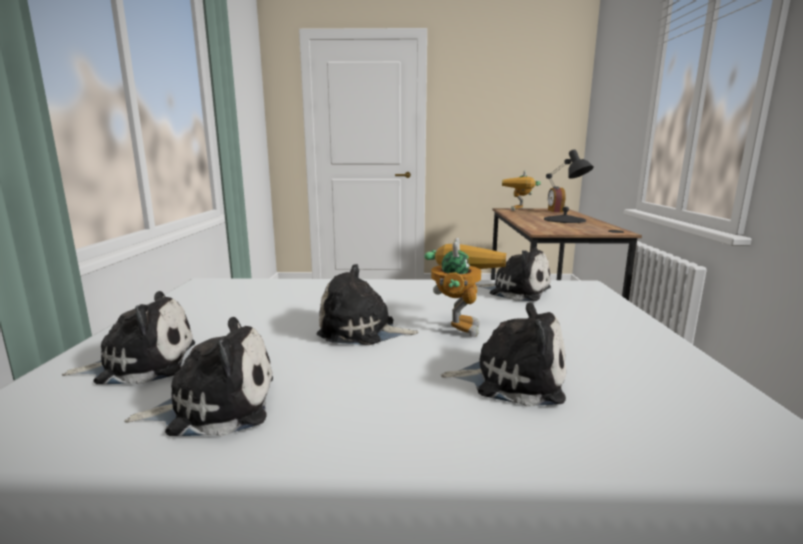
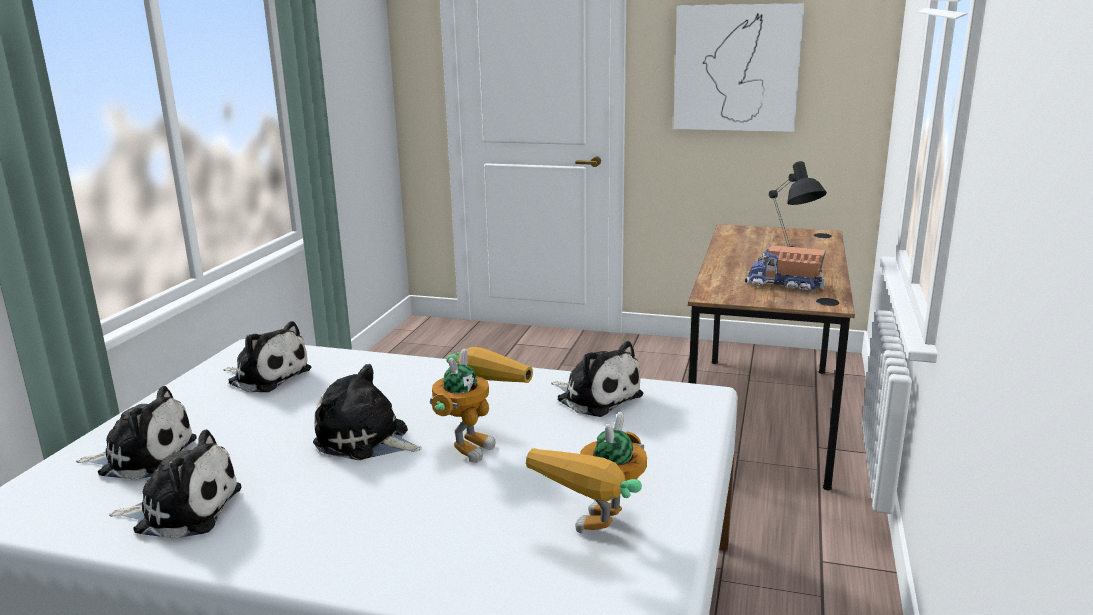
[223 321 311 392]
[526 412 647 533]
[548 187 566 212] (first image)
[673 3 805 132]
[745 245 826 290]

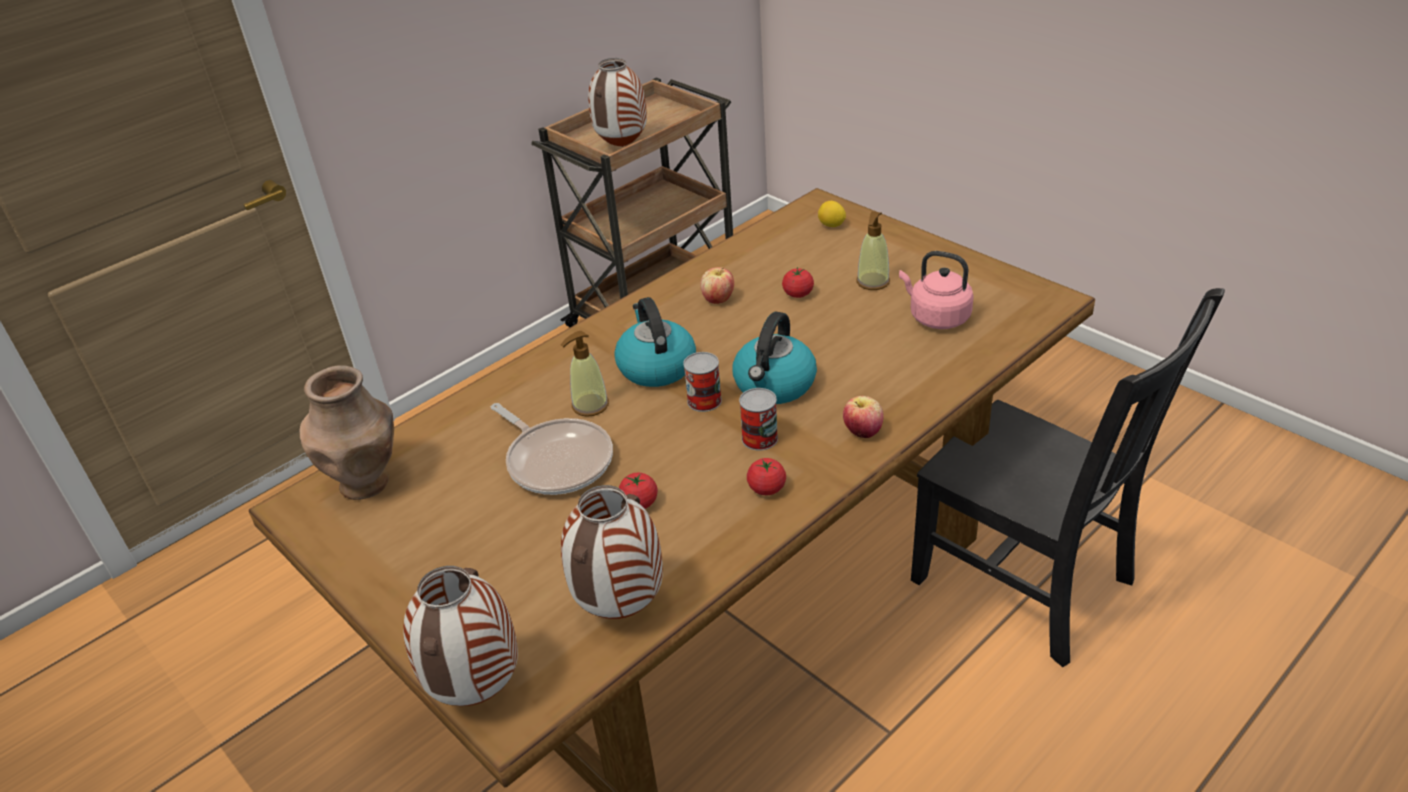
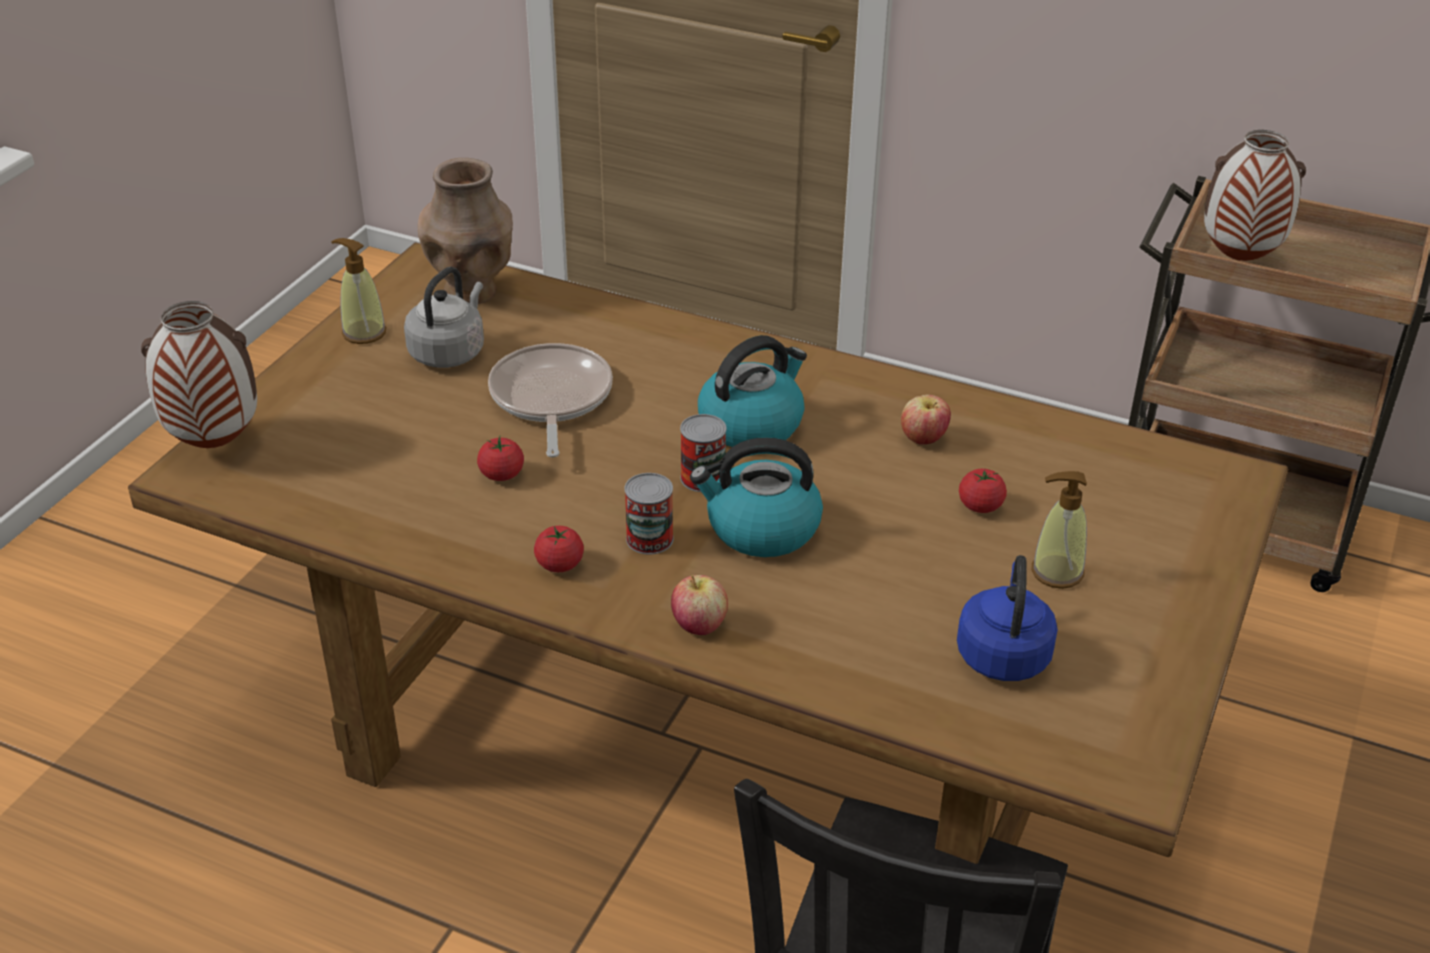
[488 343 613 457]
[331 238 386 344]
[561 485 663 619] (first image)
[818 201 846 227] (first image)
[957 555 1058 681]
[404 267 484 368]

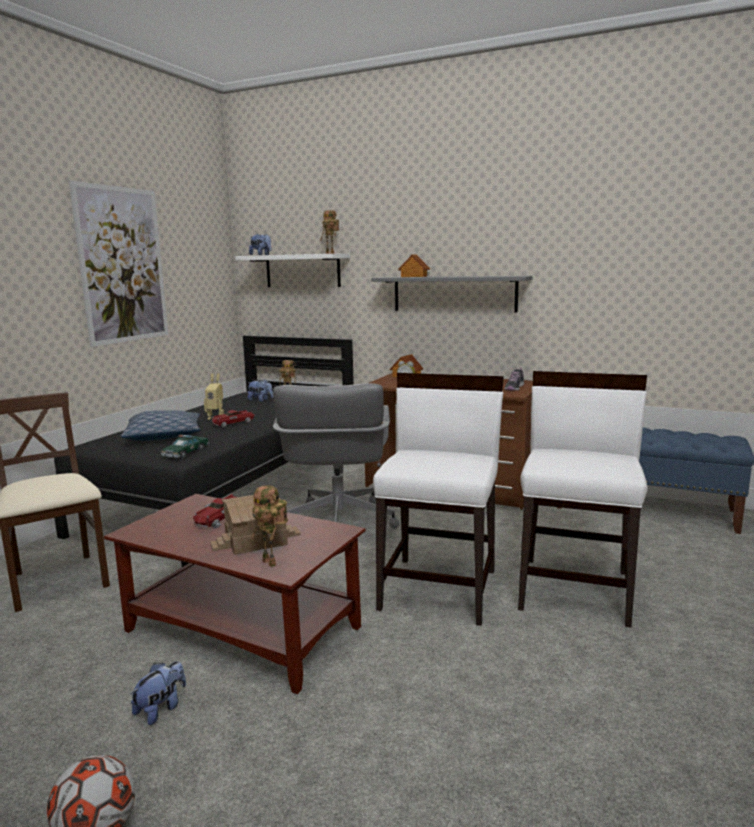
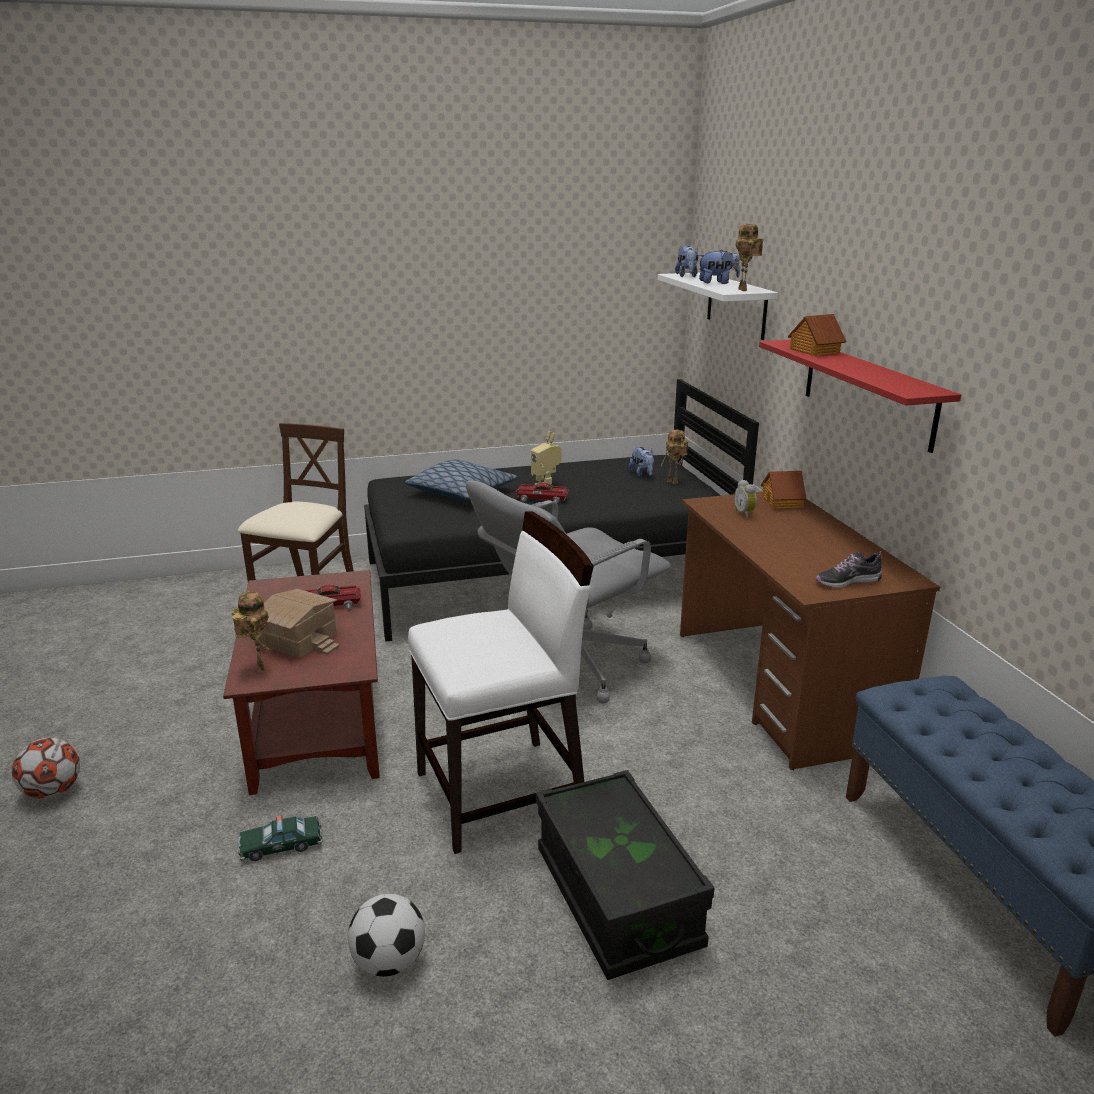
[69 180 169 347] (first image)
[698 249 740 284]
[238 815 323 861]
[232 591 272 673]
[759 340 961 453]
[536 770 715 980]
[348 894 425 977]

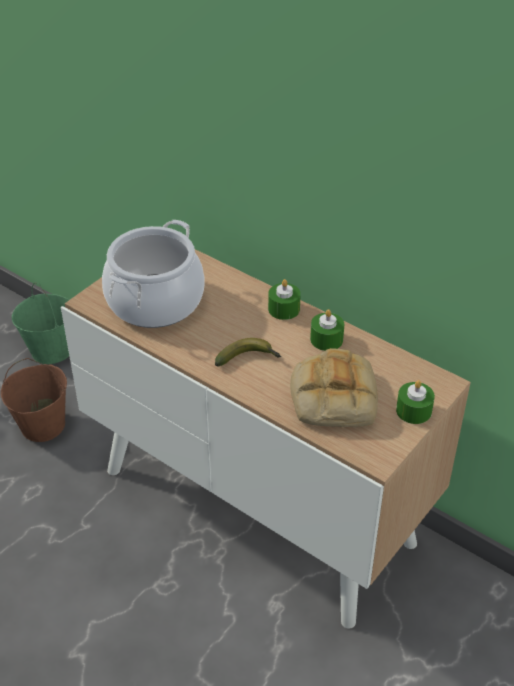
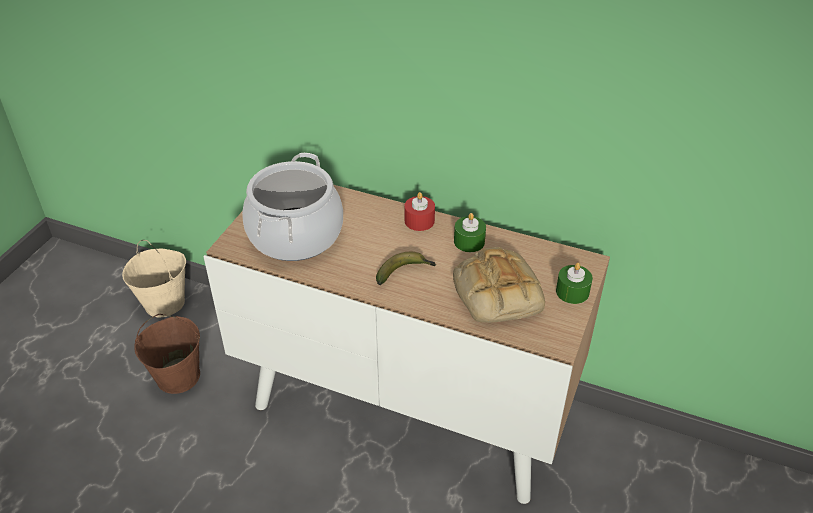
[122 240 186 317]
[405 192 435 231]

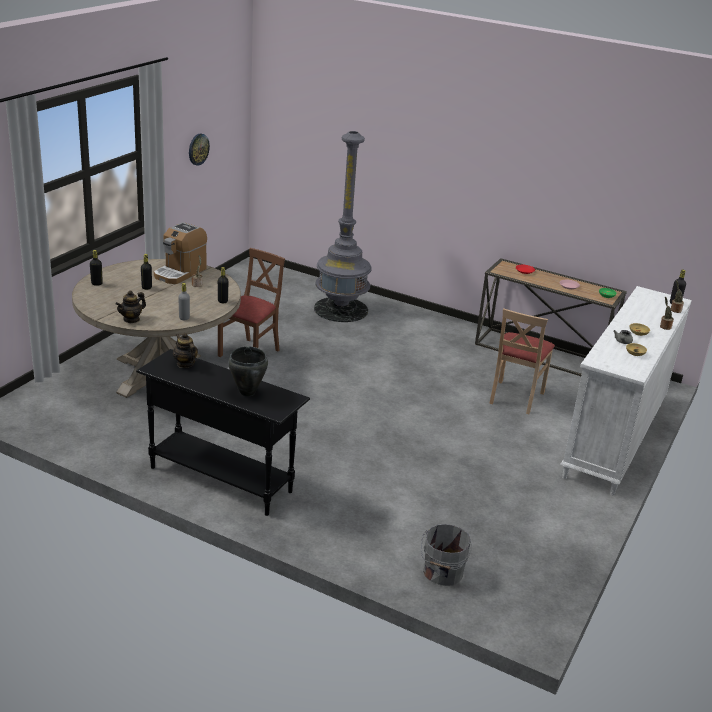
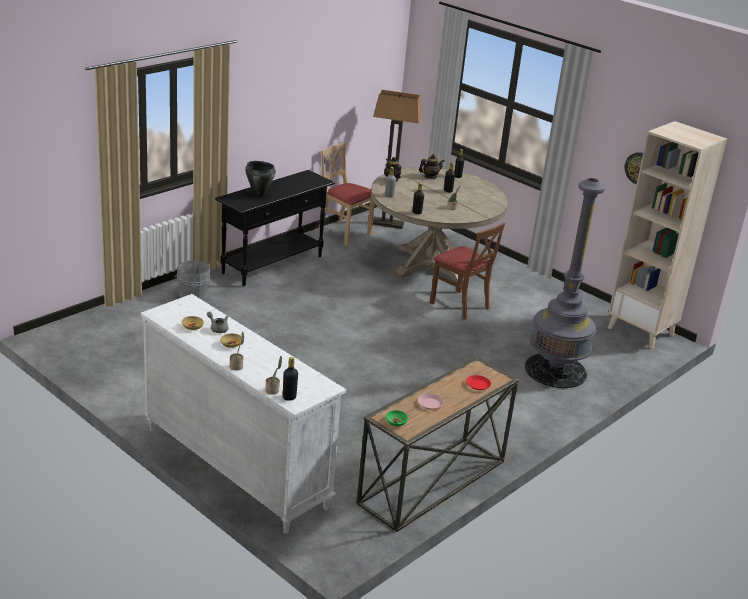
[154 222 207 284] (first image)
[419 154 444 179]
[174 260 211 300]
[319 142 374 245]
[373 90 422 229]
[608 121 727 349]

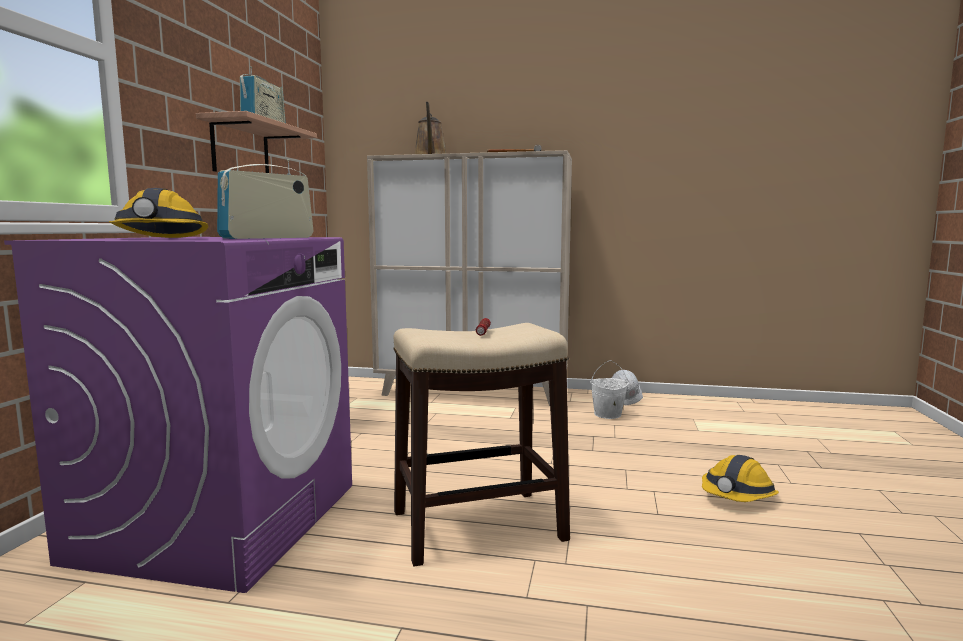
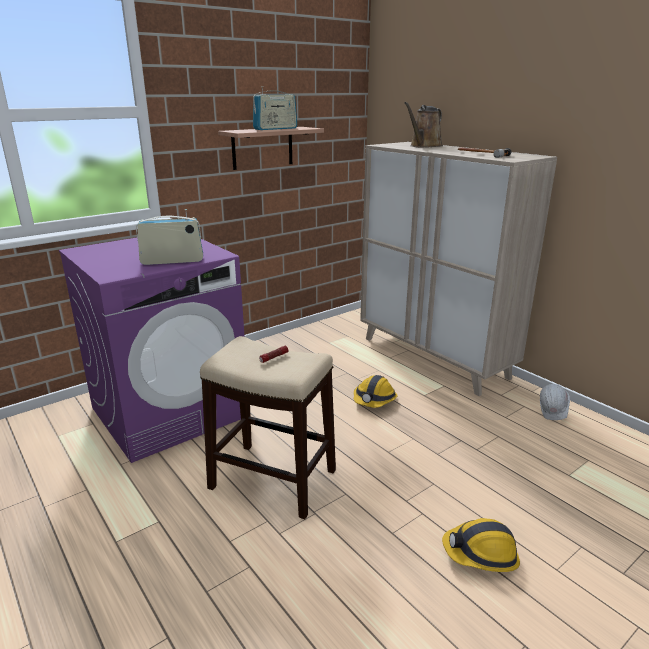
[354 375 398 408]
[590 360 629 419] (first image)

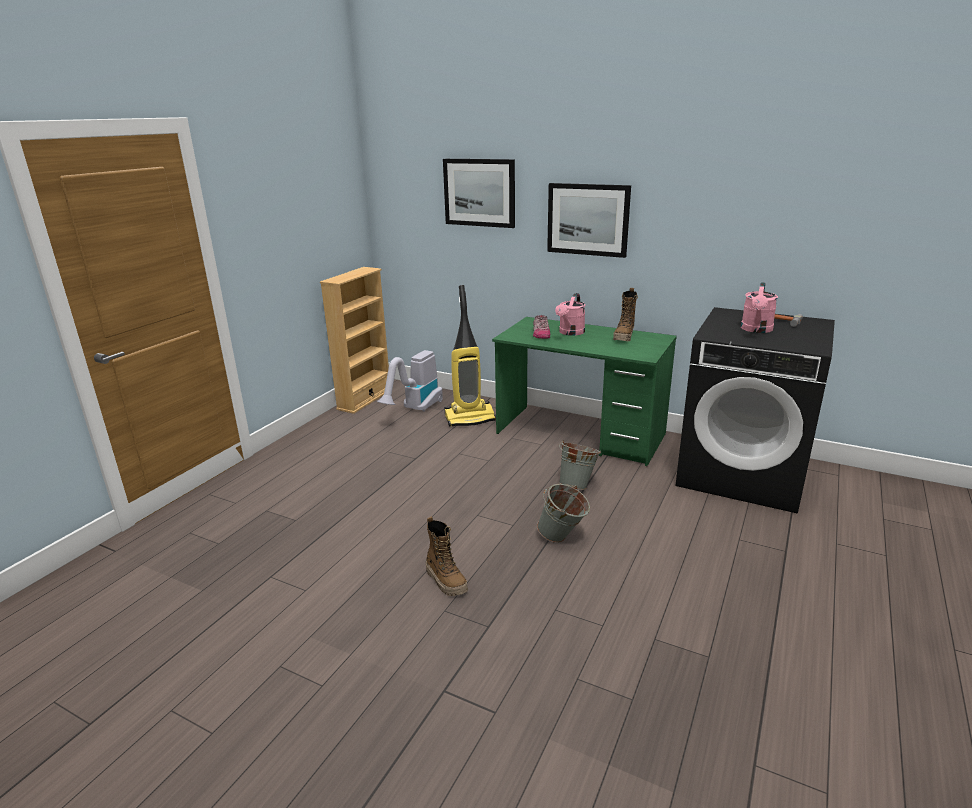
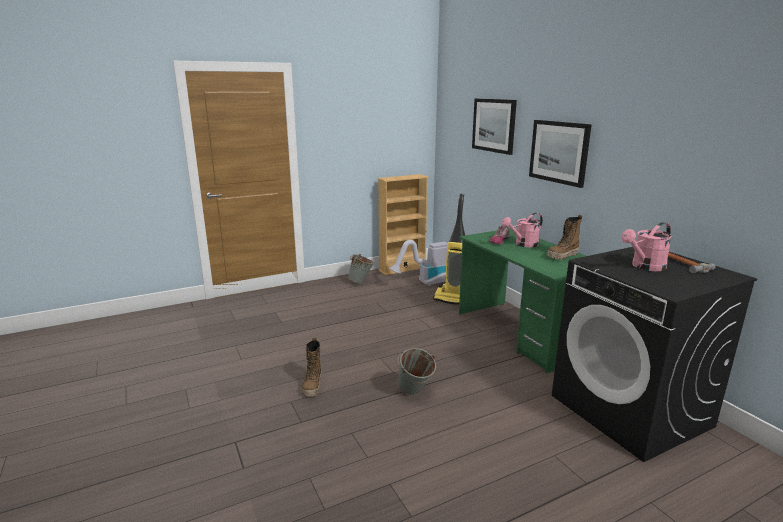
[347 254 374 284]

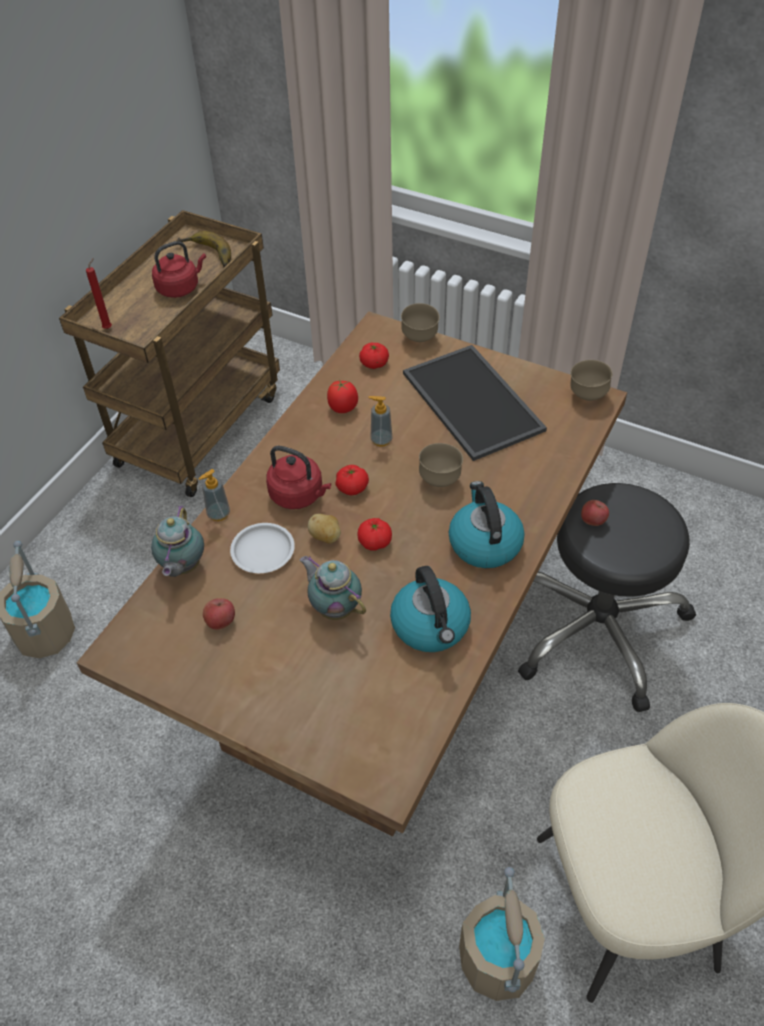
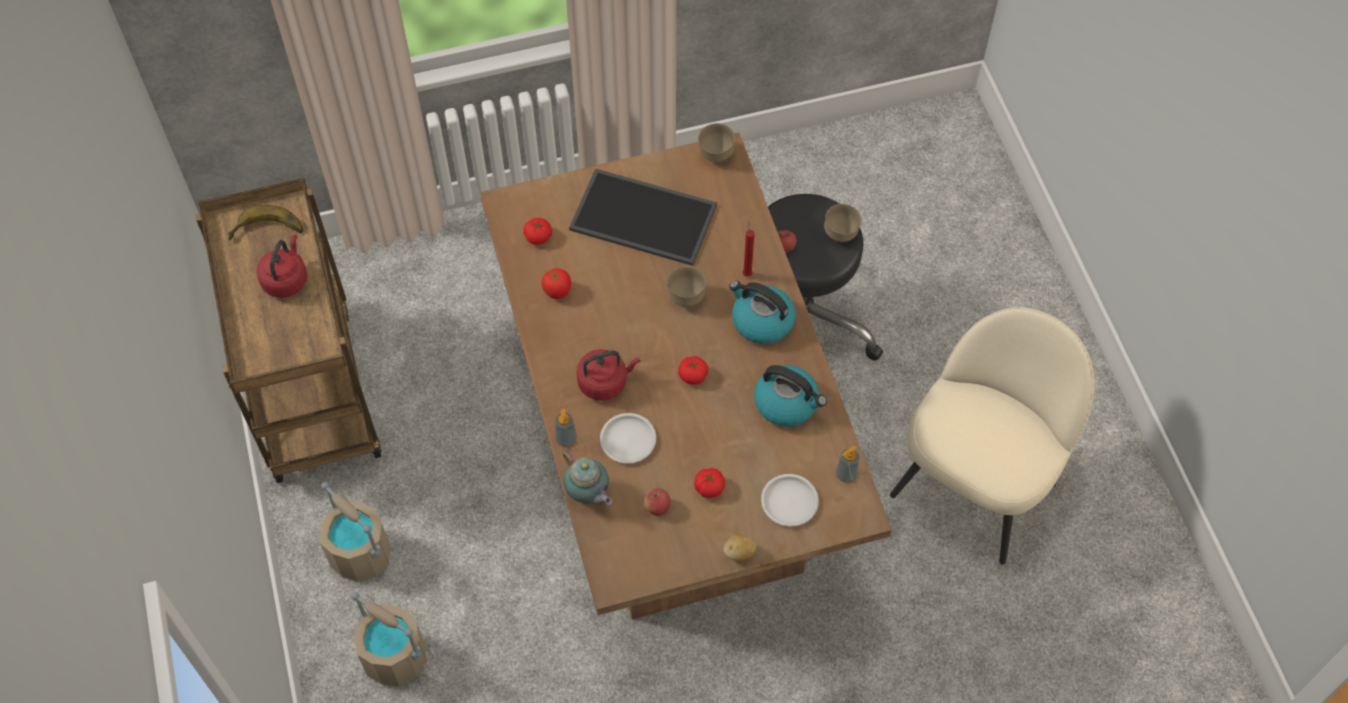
[742 221 755 277]
[300 556 366 620] (first image)
[723 534 756 561]
[694 468 725 498]
[836 446 859 483]
[824 204 862 242]
[320 482 391 582]
[761 474 819 526]

